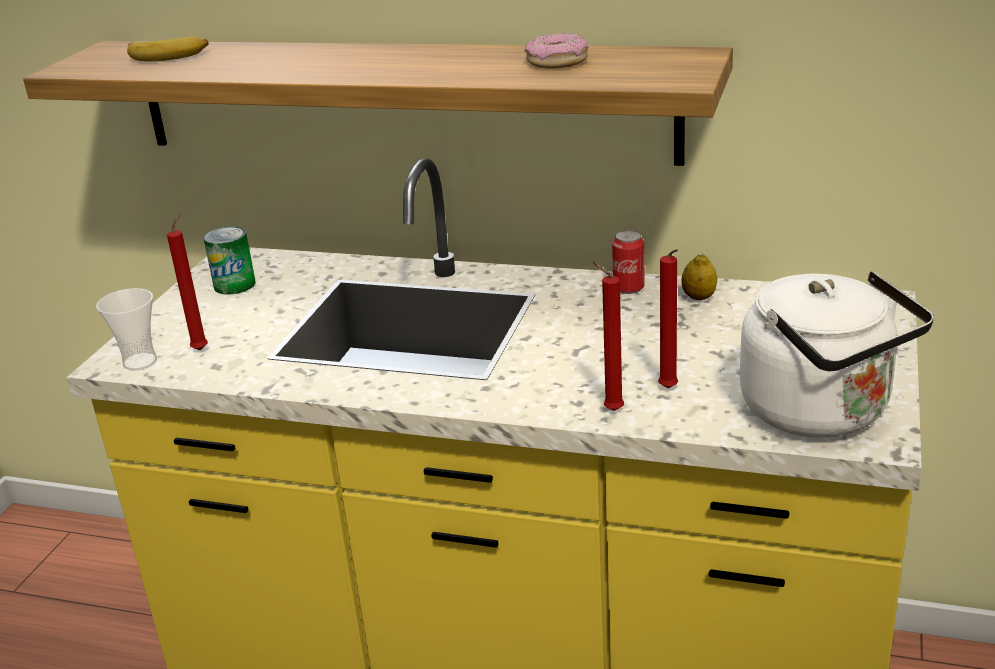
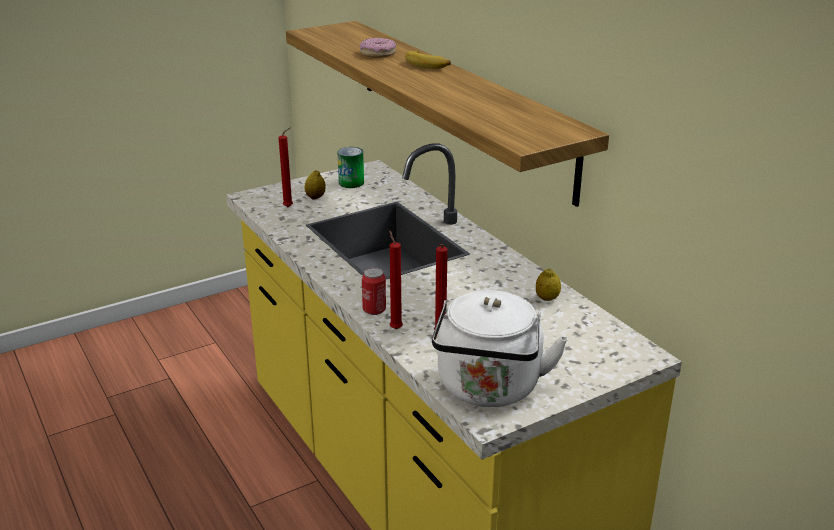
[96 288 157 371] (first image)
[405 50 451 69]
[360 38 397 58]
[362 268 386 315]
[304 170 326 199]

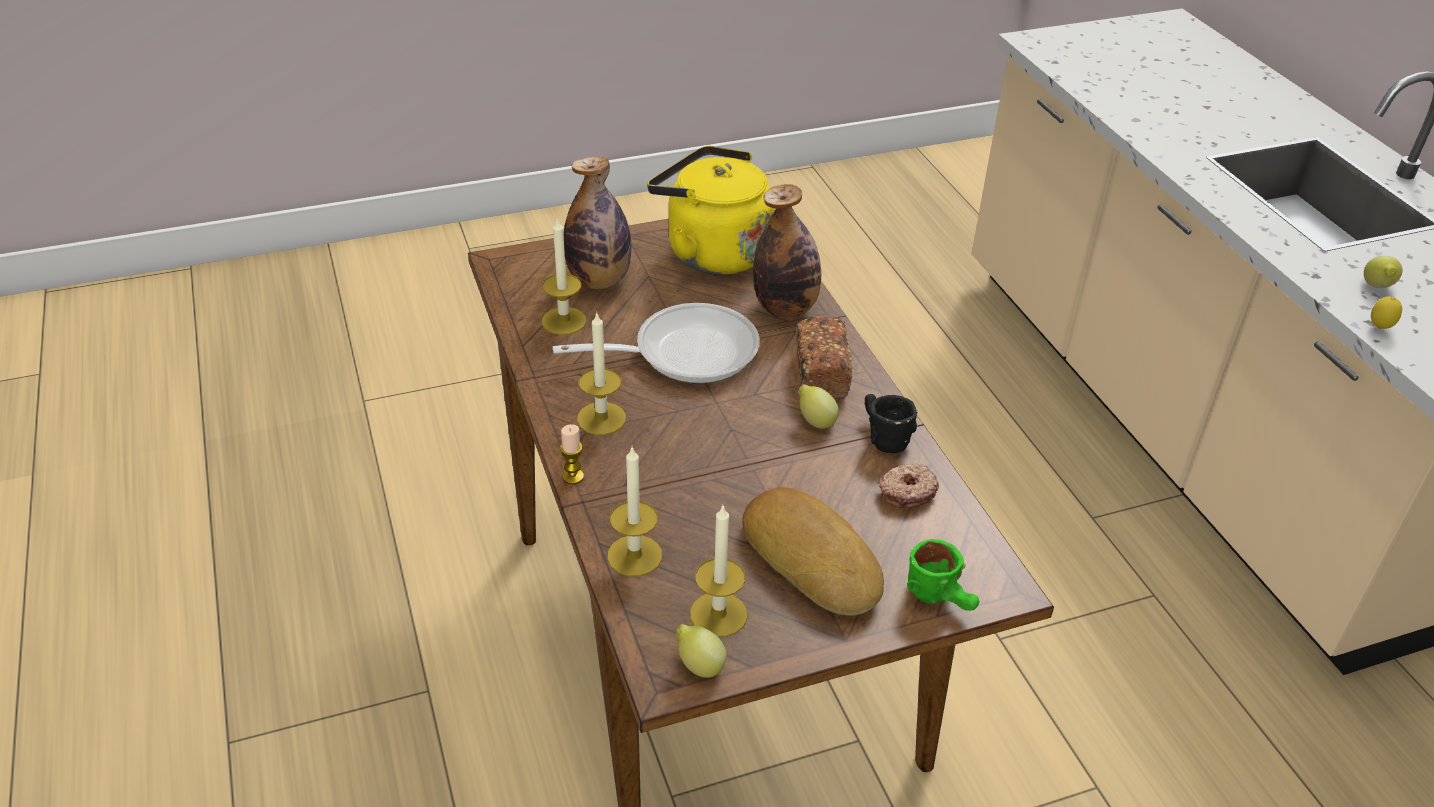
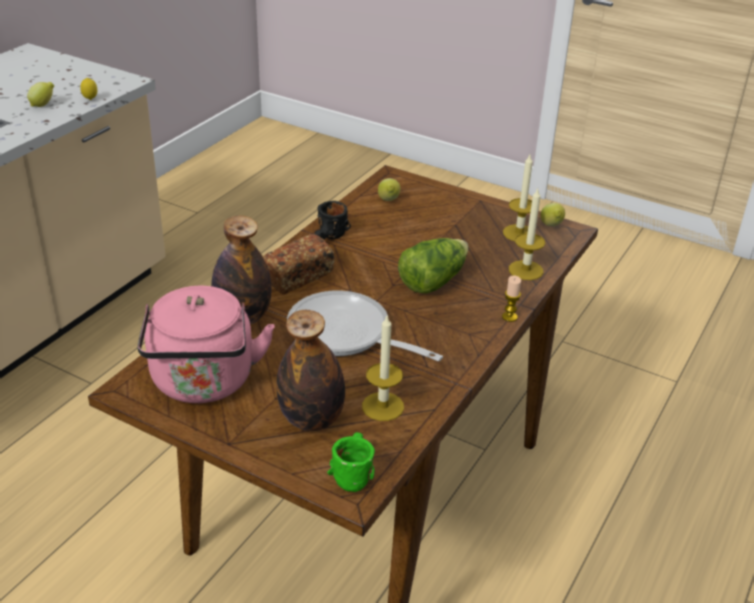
[577 311 626 435] (first image)
[138 286 275 403]
[742 487 884 616] (first image)
[378 178 401 201]
[879 464 939 508] (first image)
[327 432 375 492]
[398 238 469 293]

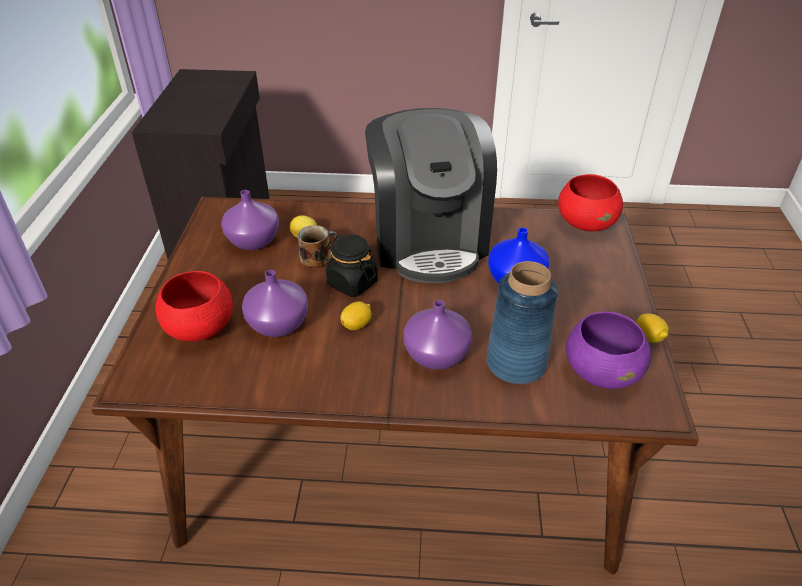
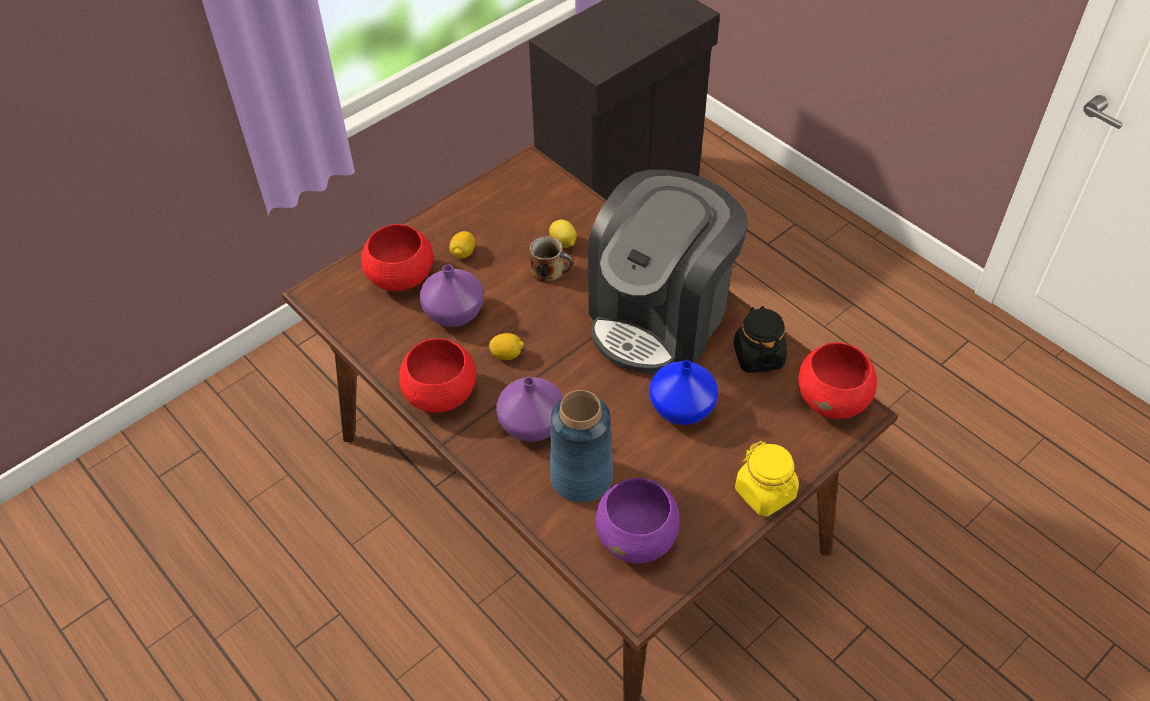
[221 190 279 250] (first image)
[734 306 787 373]
[449 231 475 259]
[399 338 476 413]
[735 441 799 516]

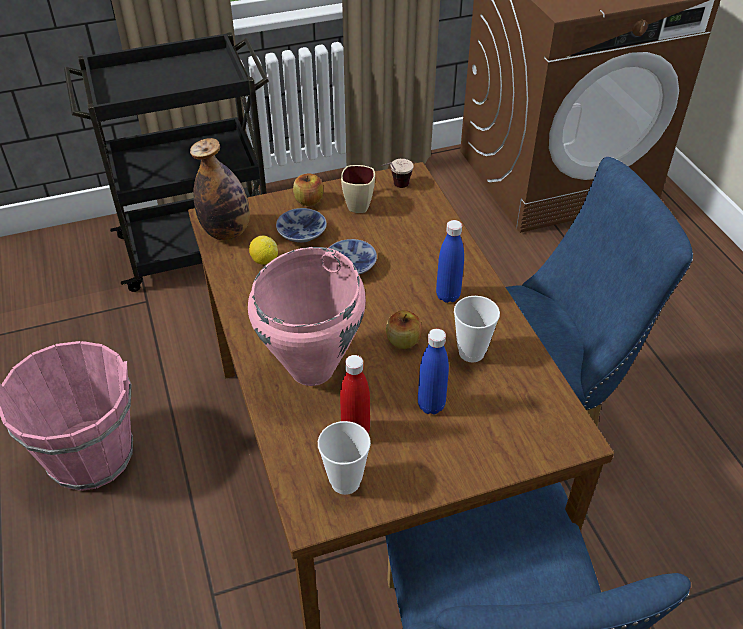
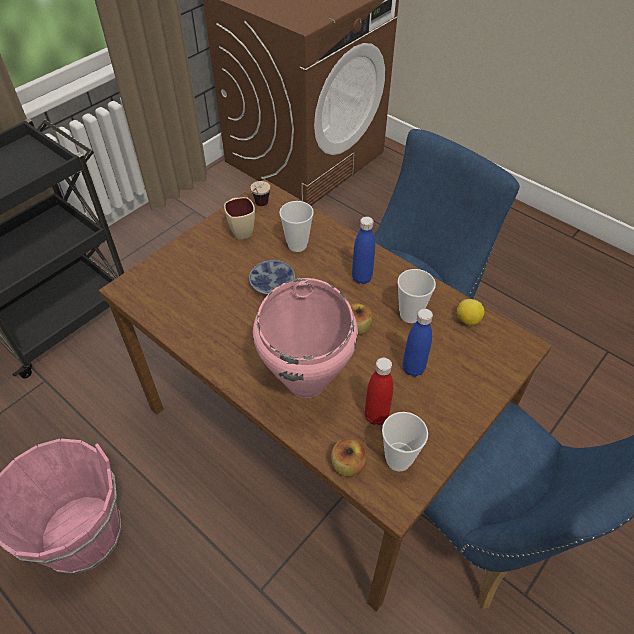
[190 138 250 240] (first image)
[457 299 485 325]
[276 208 327 243] (first image)
[331 439 367 477]
[279 201 314 252]

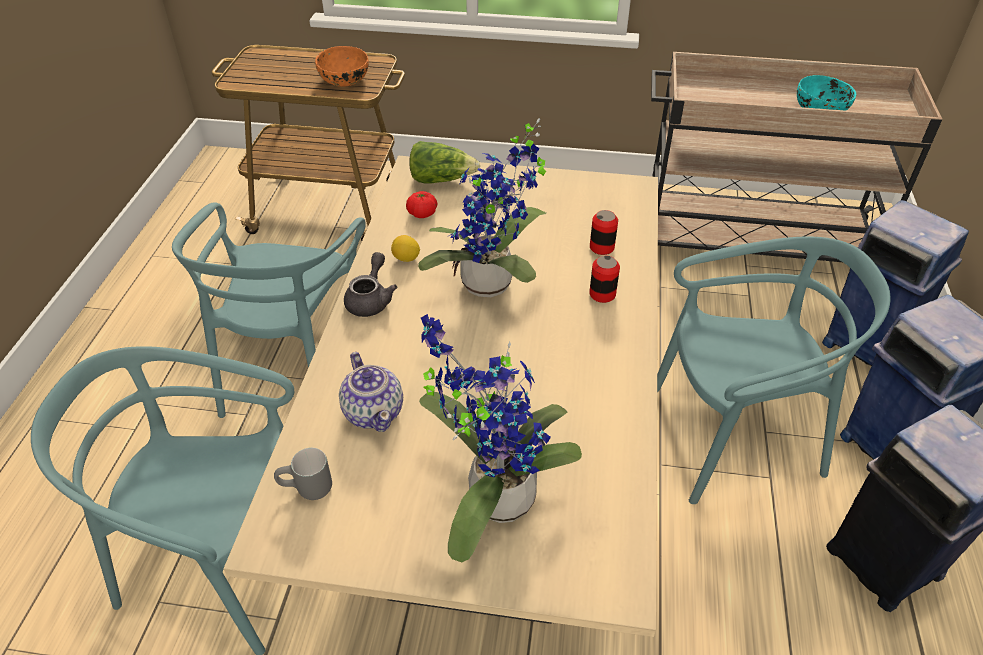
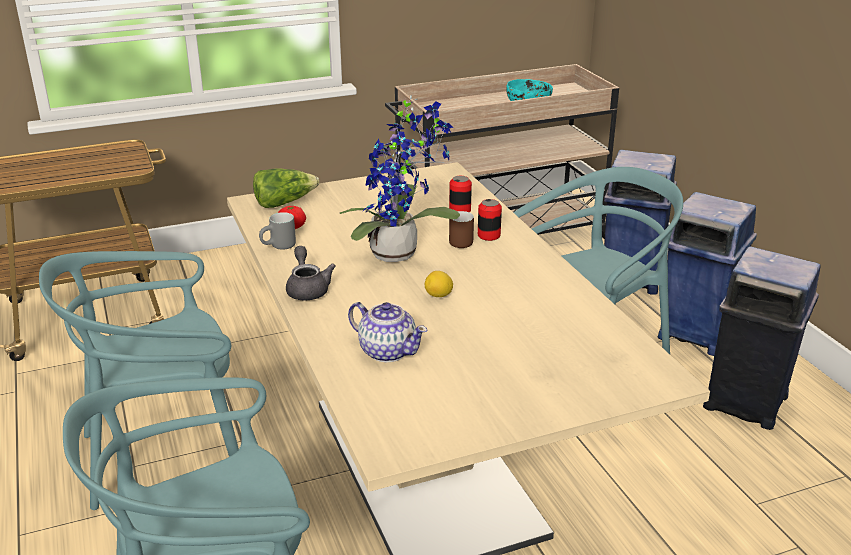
[39 251 239 510]
[259 212 296 250]
[315 46 369 87] (first image)
[425 271 453 297]
[419 314 582 562] (first image)
[449 211 474 248]

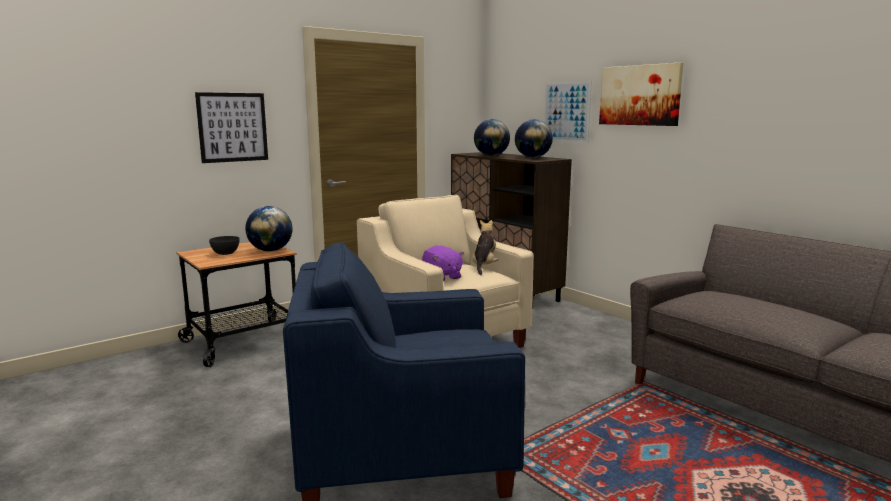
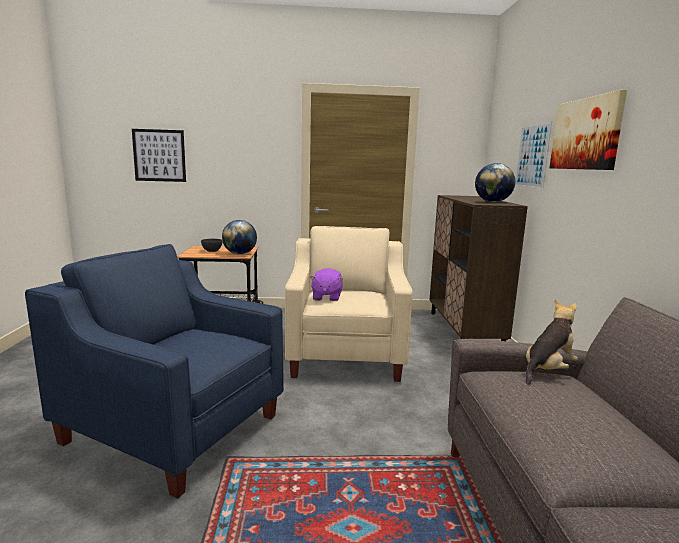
[132 129 186 182]
[526 300 578 385]
[474 119 510 156] (first image)

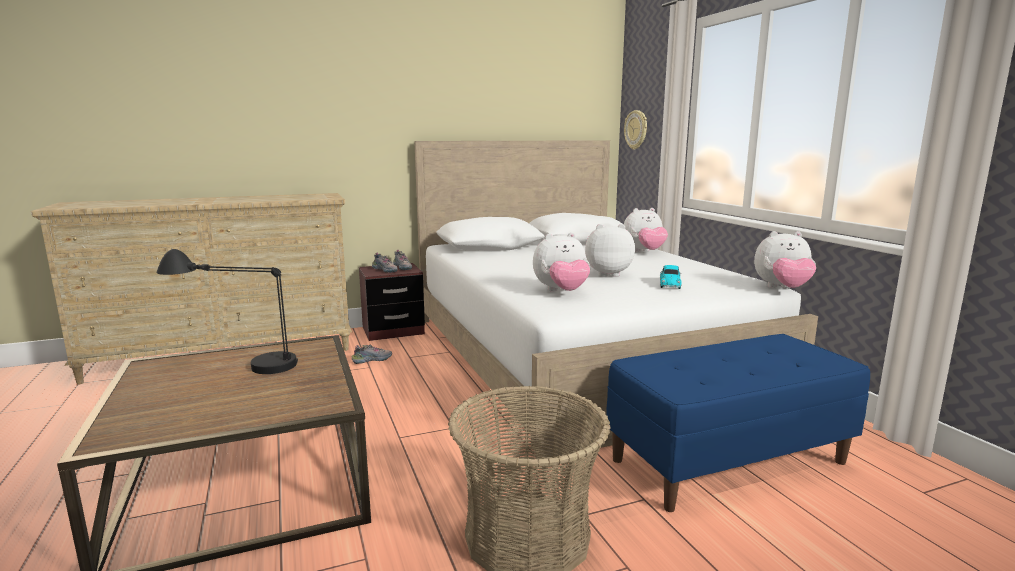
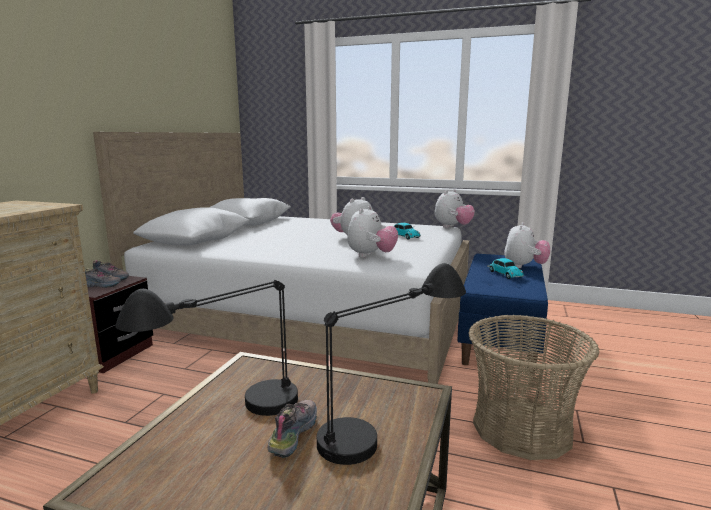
[268 400 317 458]
[624 110 647 150] (first image)
[504 222 550 268]
[317 263 466 465]
[487 258 524 279]

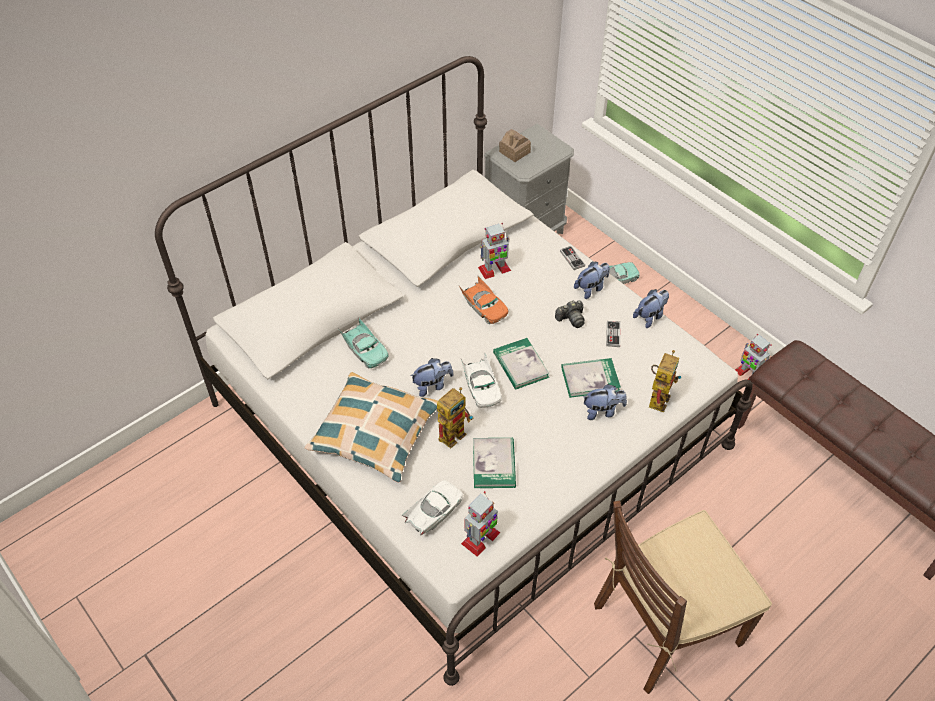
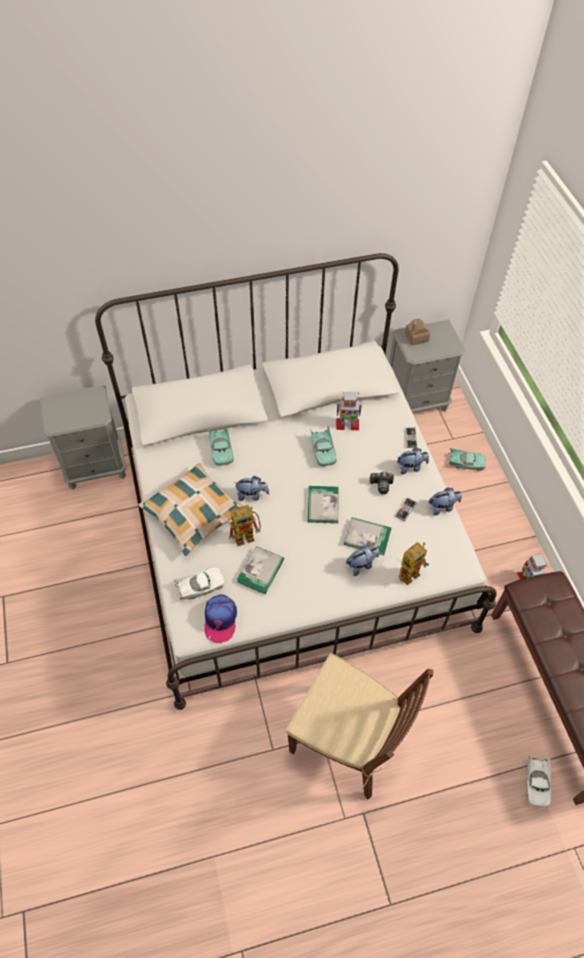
[310 426 337 466]
[526 756 551 807]
[204 594 237 643]
[346 545 379 576]
[286 653 434 799]
[40 385 126 490]

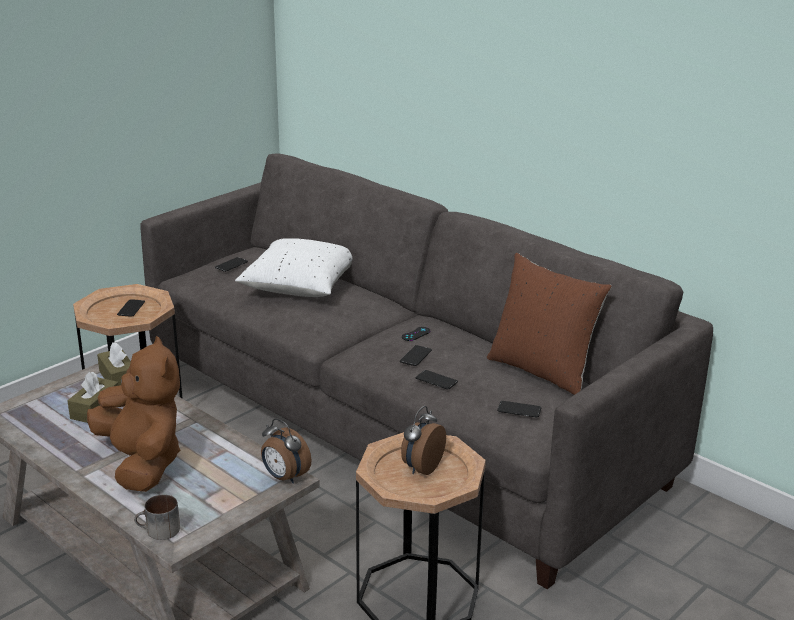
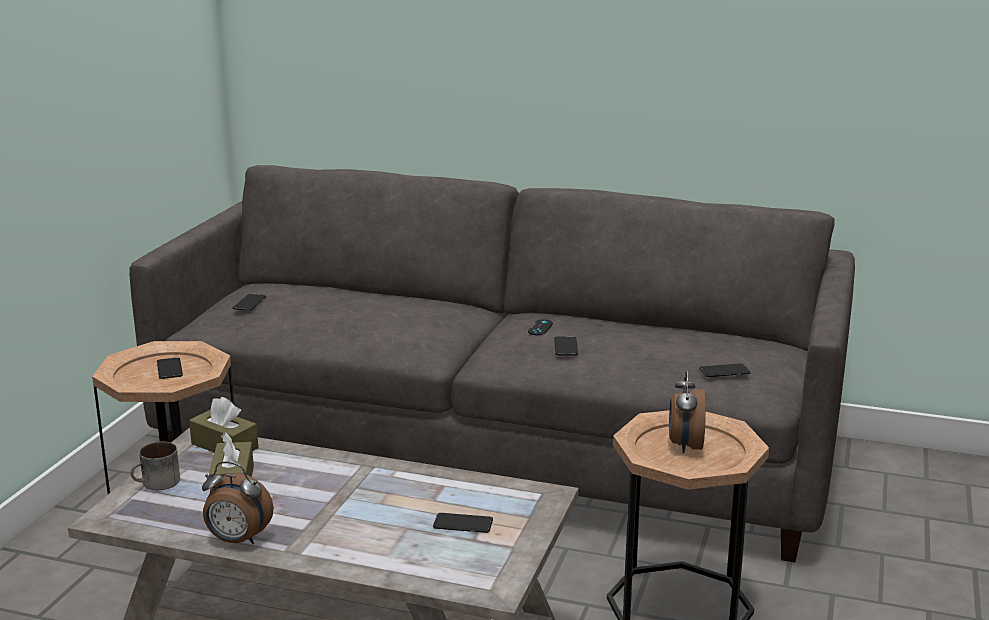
[87 336 180 492] (first image)
[130 442 180 490]
[235 238 353 297] (first image)
[202 461 274 544]
[433 513 493 533]
[487 253 612 395] (first image)

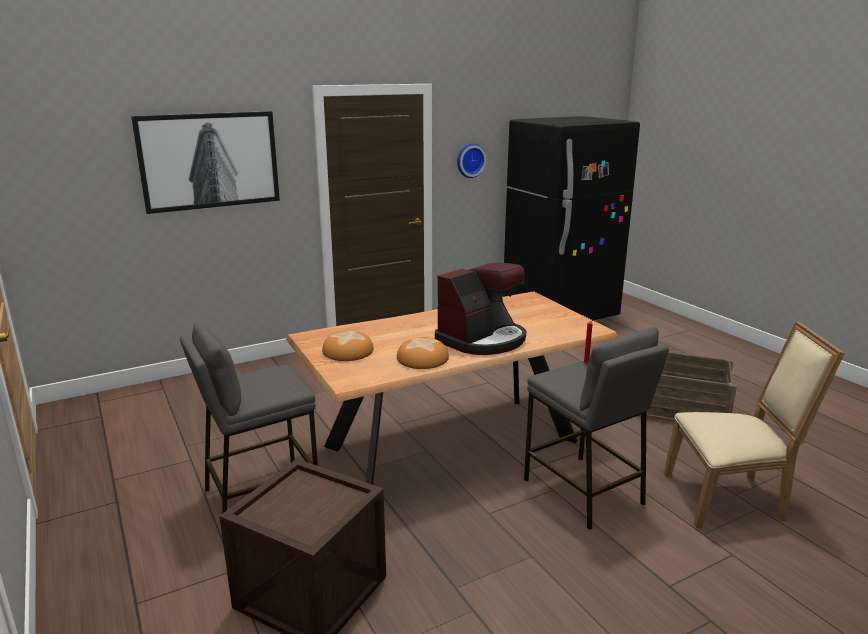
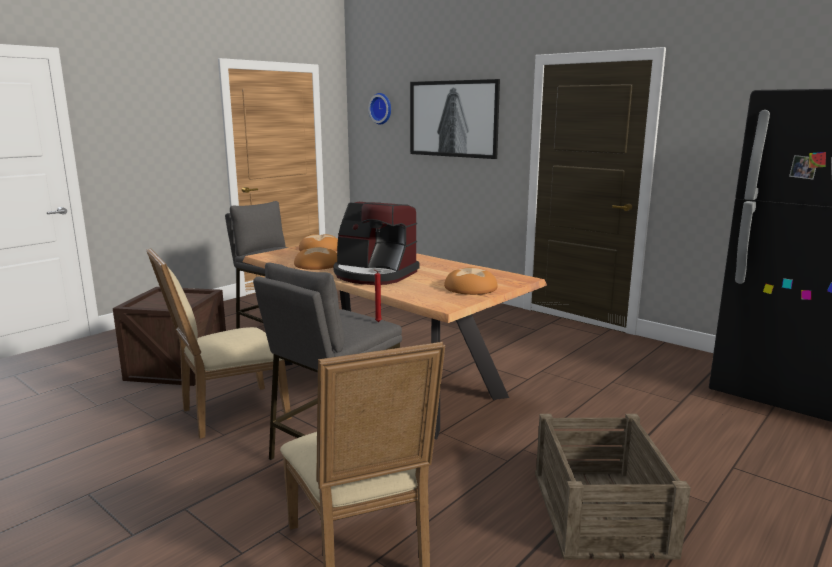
[368 93 391 125]
[146 248 292 439]
[444 267 498 295]

